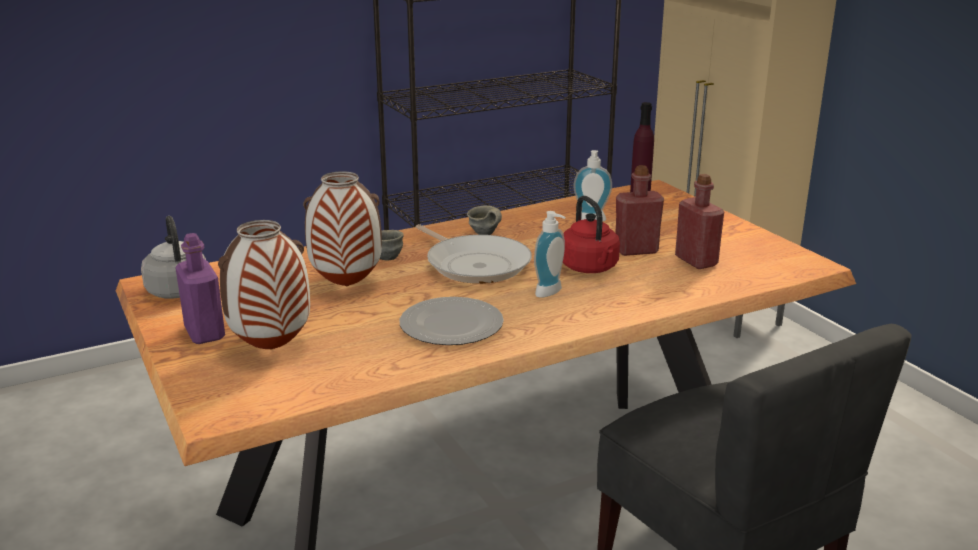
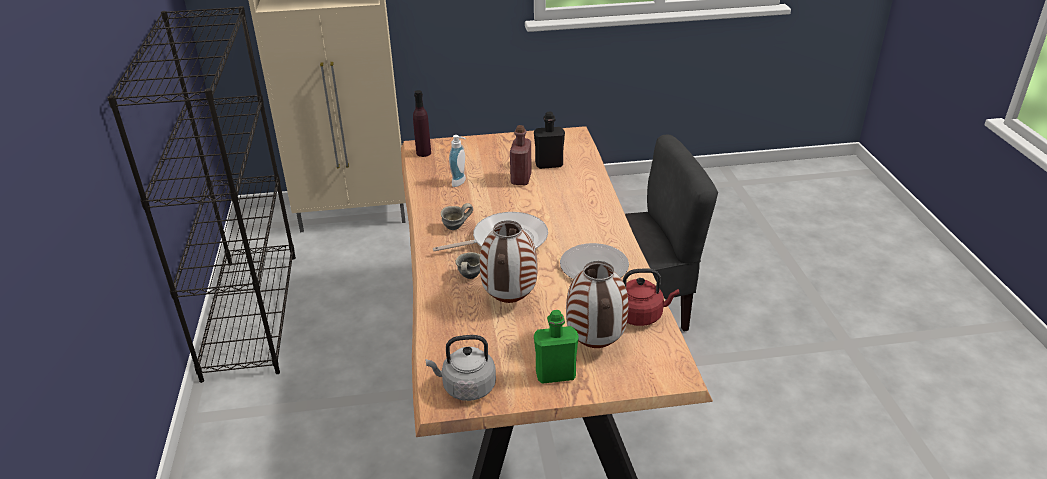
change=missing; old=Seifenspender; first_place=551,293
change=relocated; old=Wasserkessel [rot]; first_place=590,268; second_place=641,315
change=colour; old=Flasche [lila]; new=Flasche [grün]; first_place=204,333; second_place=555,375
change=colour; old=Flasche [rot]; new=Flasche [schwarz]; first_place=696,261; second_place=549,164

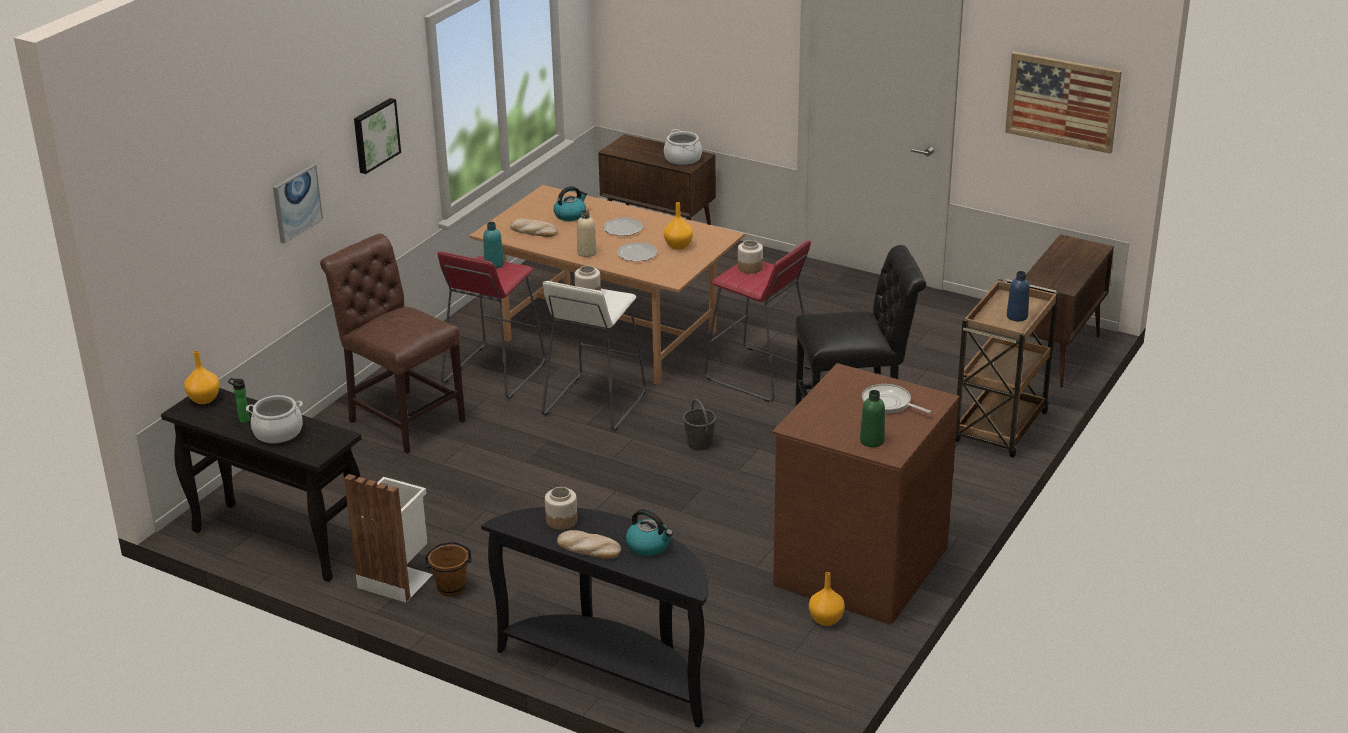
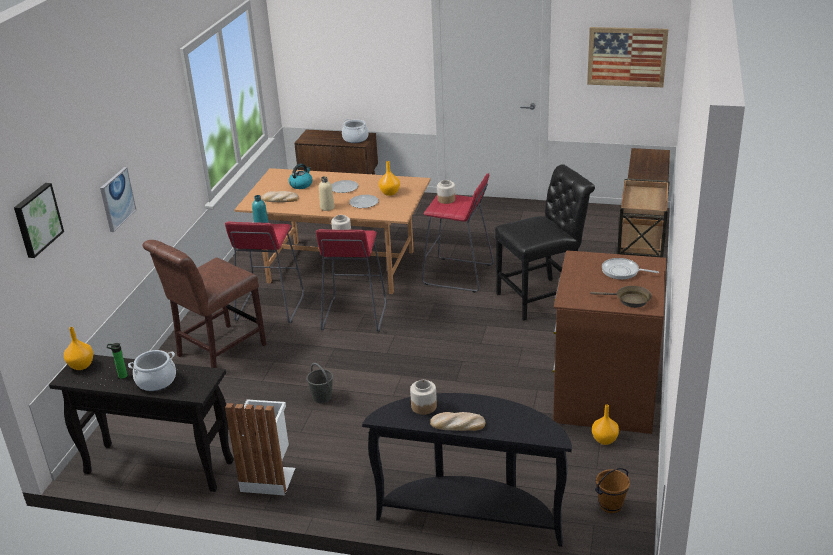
change=missing; old=Wasserkessel; first_place=649,546
change=missing; old=Flasche [blau]; first_place=1017,316
change=relocated; old=Bild; first_place=375,135; second_place=36,219
change=relocated; old=Eimer [braun]; first_place=451,588; second_place=611,506
change=relocated; old=Eimer [grau]; first_place=699,444; second_place=322,397
change=exchanged; old=Flasche [grün]; new=Pfanne [braun]; first_place=872,441; second_place=629,300
change=colour; old=Hocker [weiß]; new=Hocker [rot]; first_place=593,404; second_place=354,316
change=spun; old=Stuhl [braun]; first_place=402,418; second_place=217,352; degrees=-75

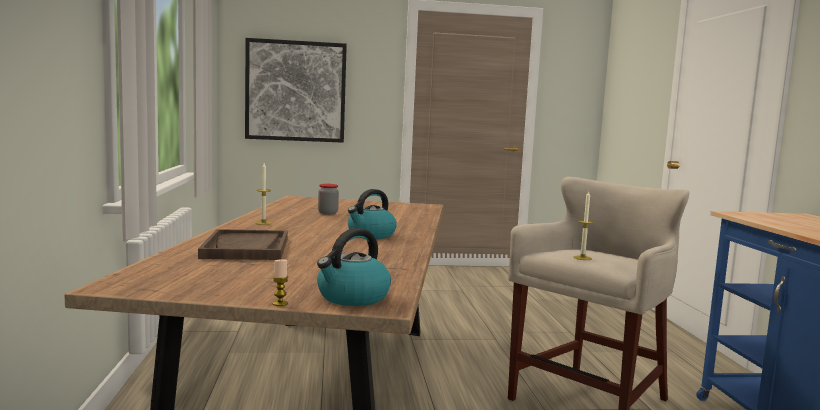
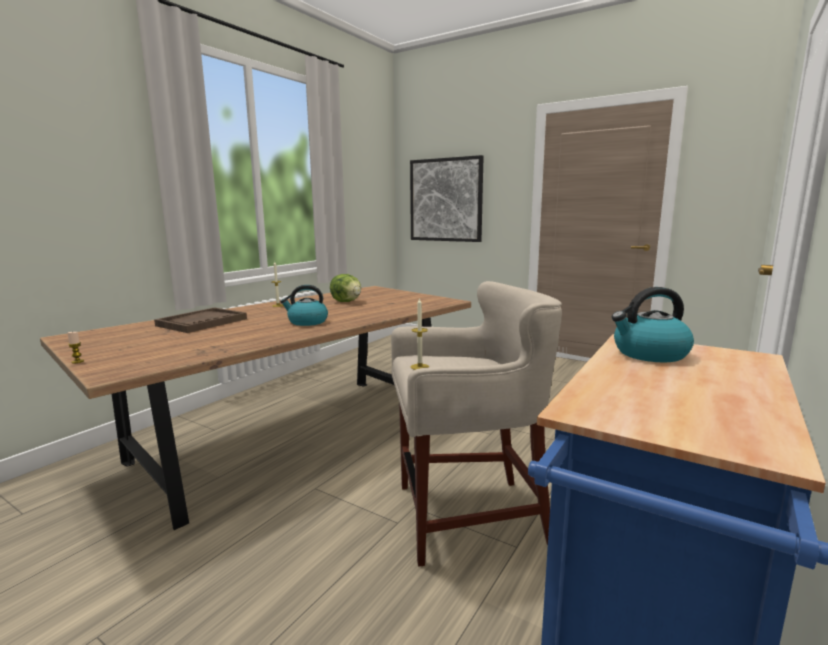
change=relocated; old=Wasserkessel; first_place=352,297; second_place=649,354
change=exchanged; old=Vorratsglas; new=Salatkopf; first_place=328,213; second_place=347,301

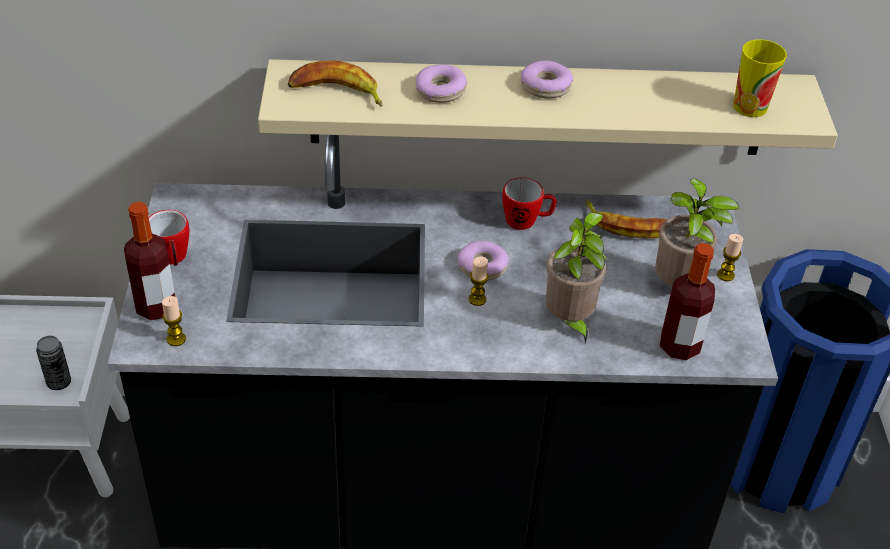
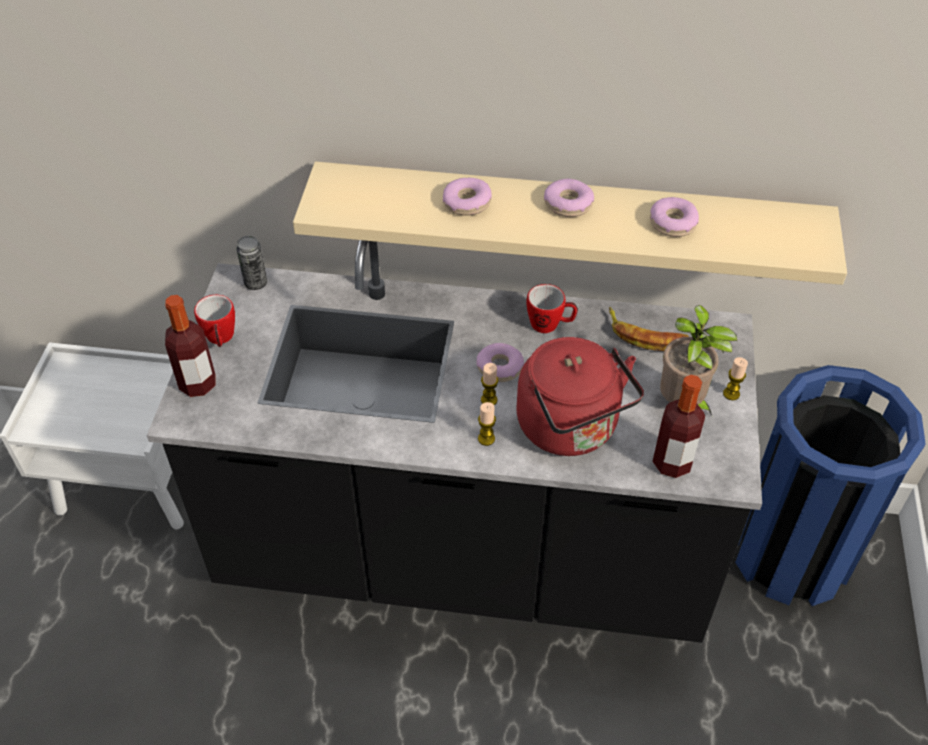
change=missing; old=Banane; first_place=336,93
change=missing; old=Tasse; first_place=750,107
change=appeared; new=Donut; second_place=672,223
change=relocated; old=Dose; first_place=59,382; second_place=255,283
change=relocated; old=Kerze; first_place=176,339; second_place=486,438
change=exchanged; old=Topfpflanze; new=Wasserkessel [rot]; first_place=569,321; second_place=571,429

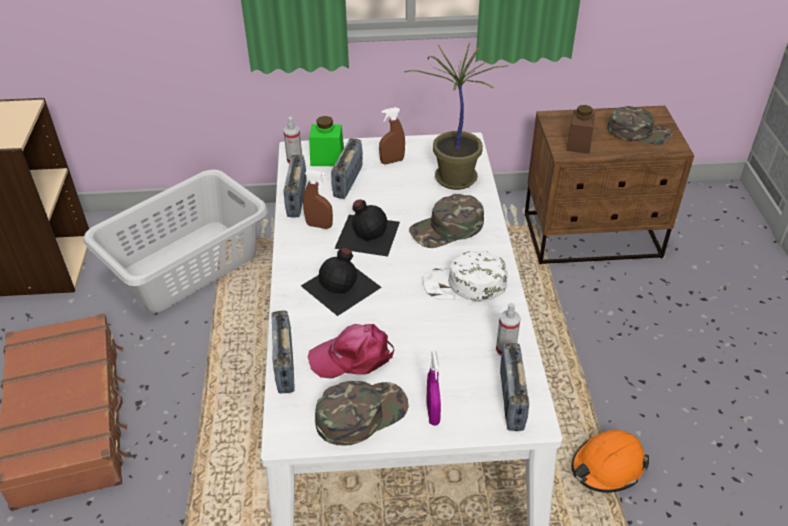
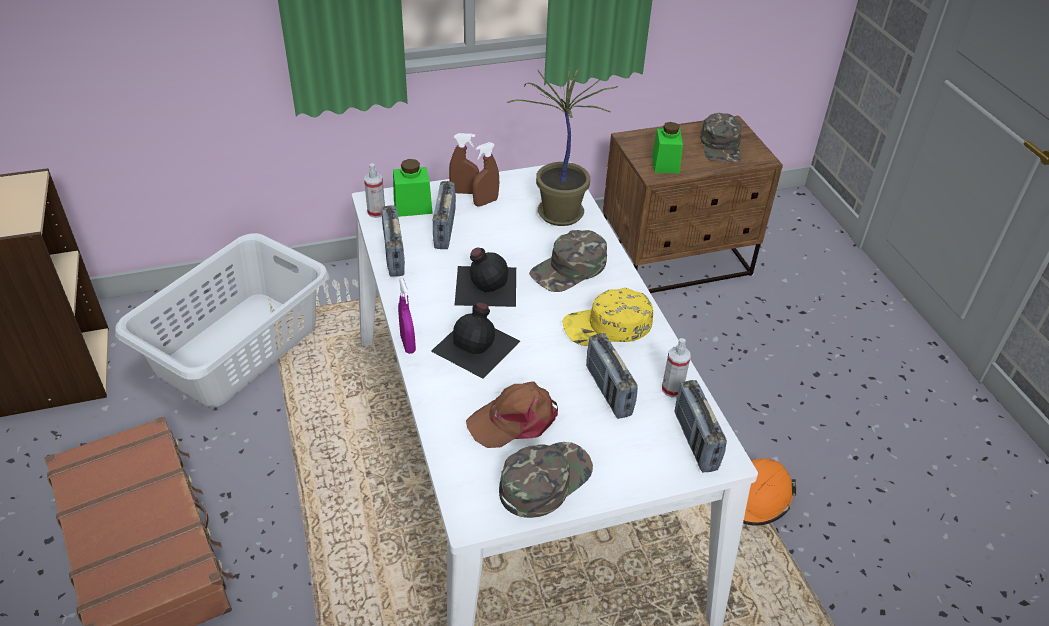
change=relocated; old=Radio; first_place=284,366; second_place=608,391
change=relocated; old=Sprühflasche [braun]; first_place=319,225; second_place=464,192
change=relocated; old=Sprühflasche [lila]; first_place=433,413; second_place=408,344
change=colour; old=Kappe [rosa]; new=Kappe [braun]; first_place=353,357; second_place=515,420
change=colour; old=Kappe [weiß]; new=Kappe [gelb]; first_place=464,284; second_place=607,326
change=colour; old=Vorratsglas [braun]; new=Vorratsglas [grün]; first_place=578,144; second_place=665,164
change=spun; old=Kappe [grün]; first_place=638,132; second_place=721,146; degrees=90

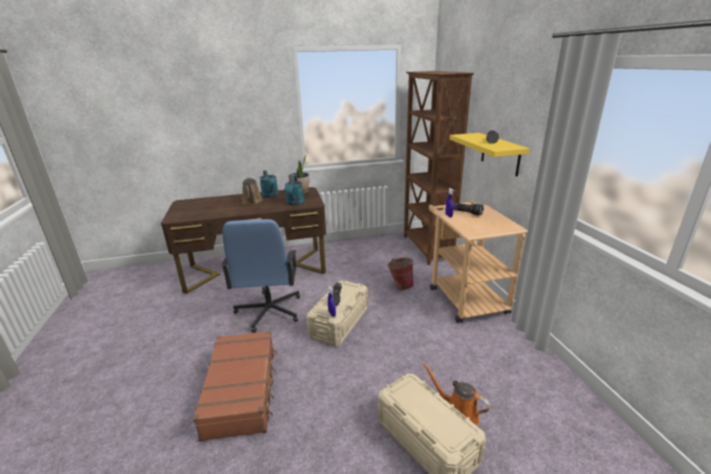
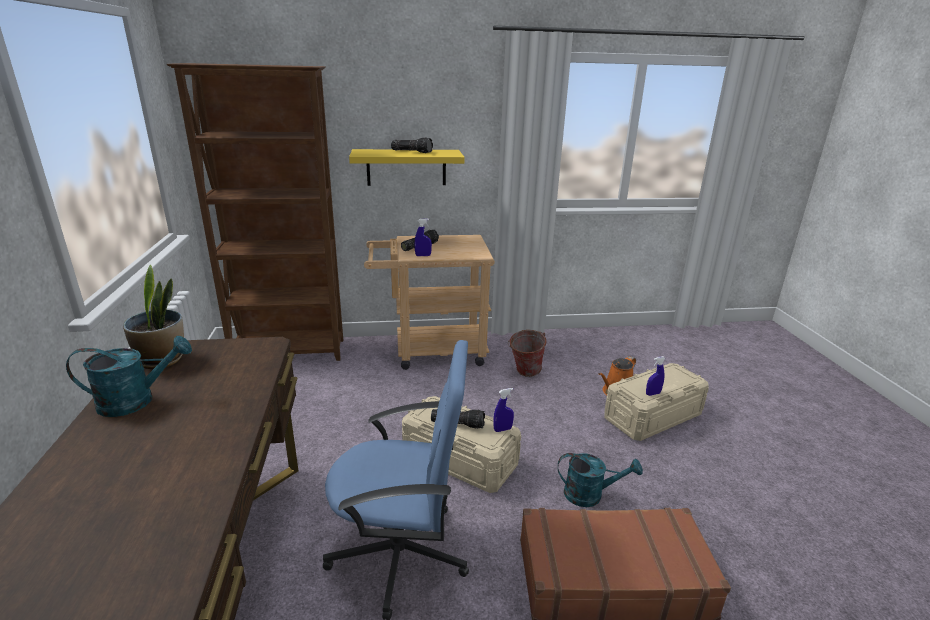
change=missing; old=Gießkanne [braun]; first_place=252,202
change=appeared; new=Sprühflasche [blau]; second_place=653,394
change=relocated; old=Gießkanne [türkis]; first_place=295,203; second_place=590,495
change=relocated; old=Eimer; first_place=400,285; second_place=524,373

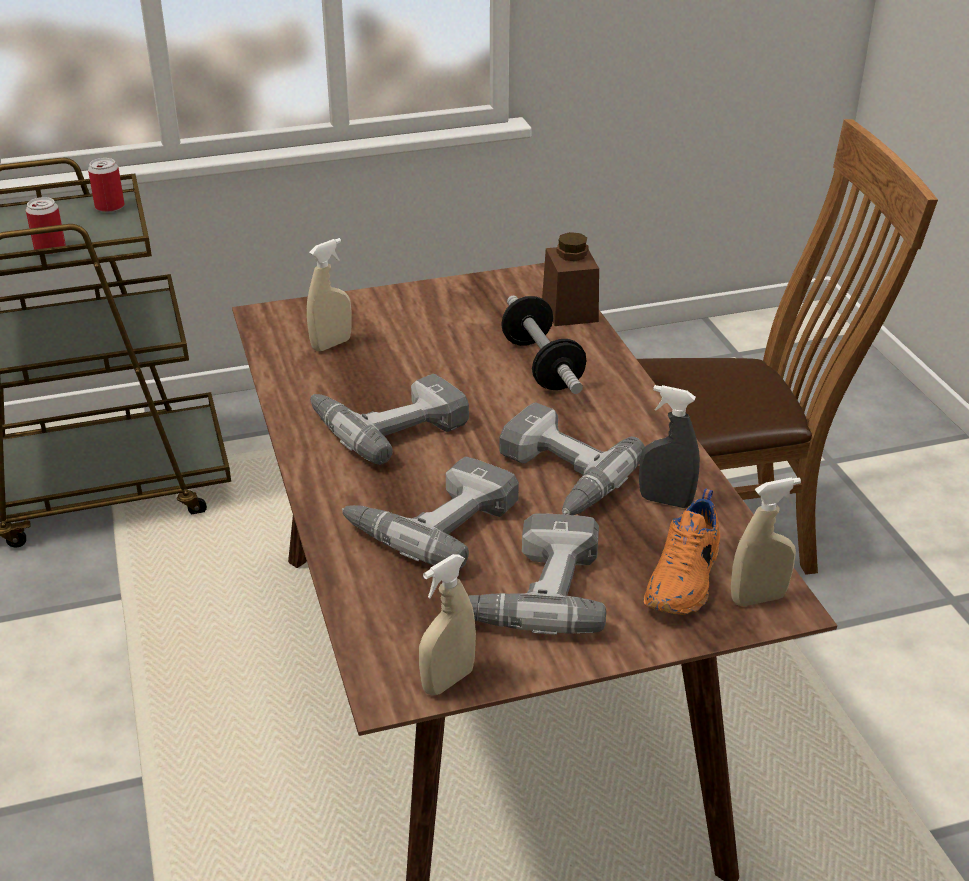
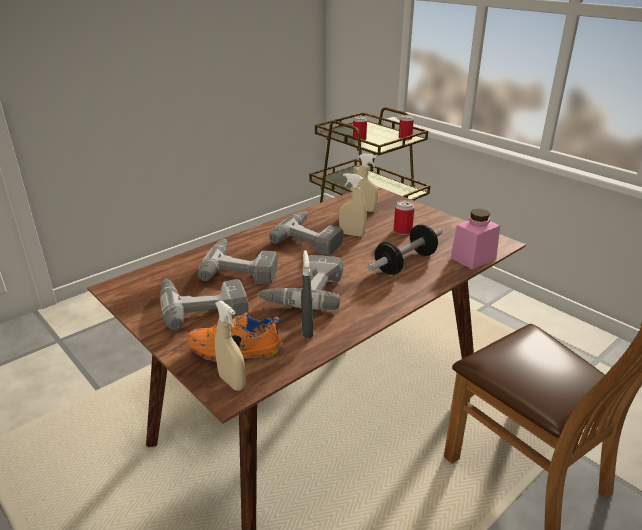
change=appeared; new=Dose; second_place=402,231
change=relocated; old=Sprühflasche [beige]; first_place=448,681; second_place=352,234
change=colour; old=Vorratsglas [braun]; new=Vorratsglas [rosa]; first_place=569,310; second_place=473,258

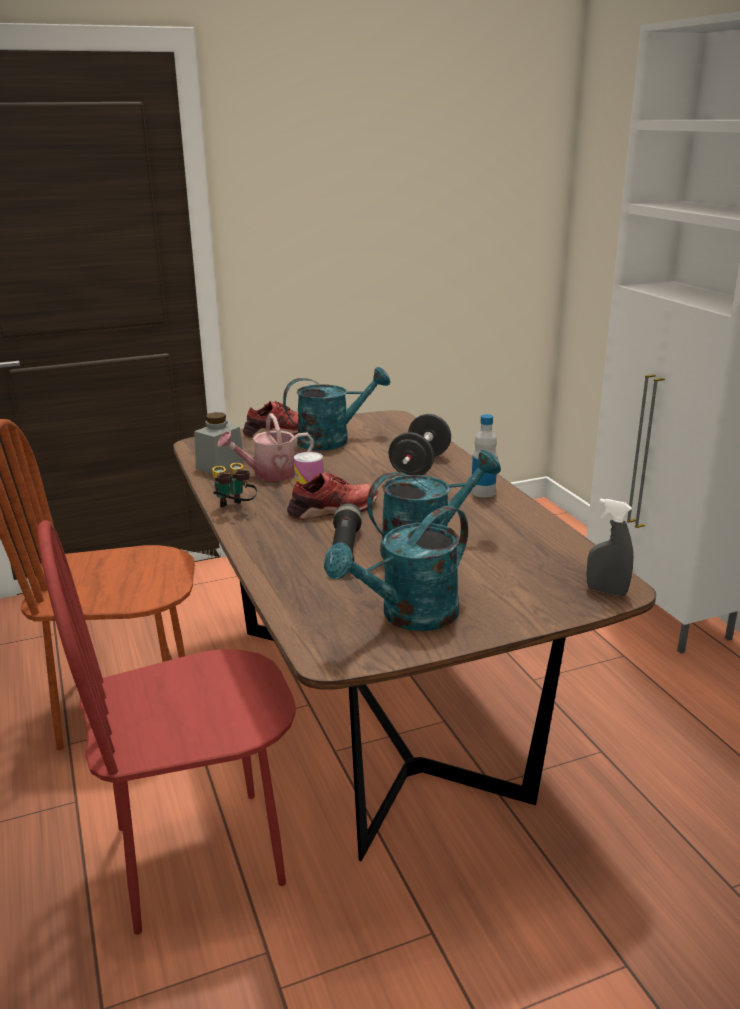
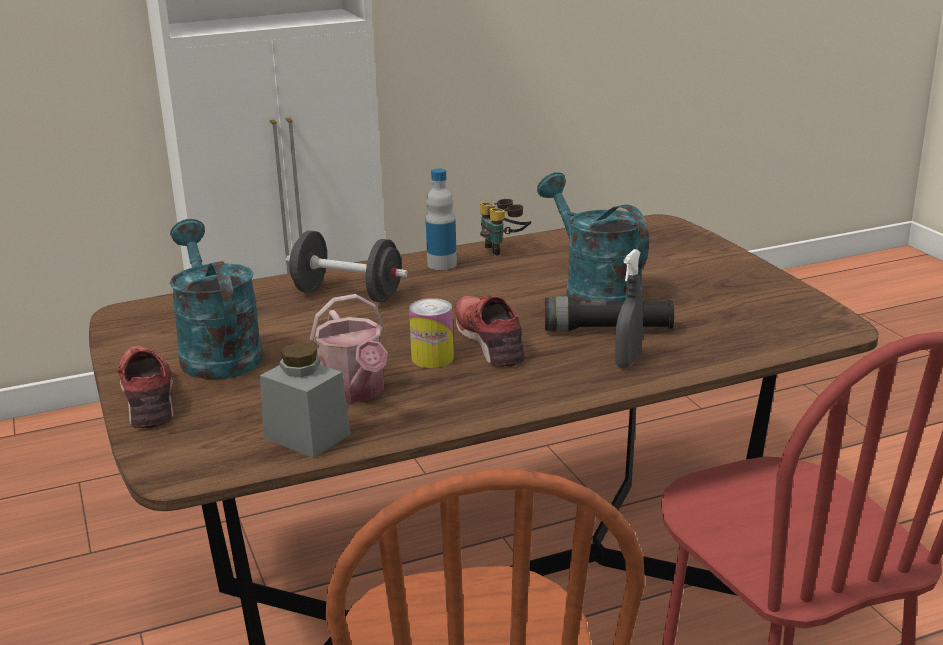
change=missing; old=Gießkanne [türkis]; first_place=408,616
change=relocated; old=Fernglas; first_place=234,509; second_place=504,249
change=relocated; old=Sprühflasche [grau]; first_place=606,591; second_place=628,360

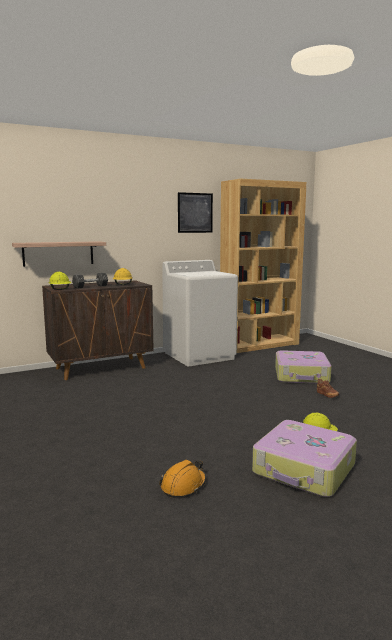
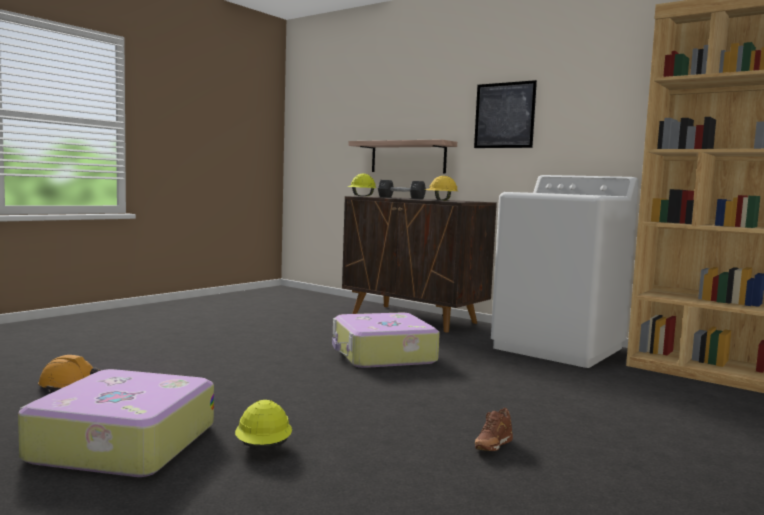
change=relocated; old=Bild; first_place=195,213; second_place=504,115
change=relocated; old=Koffer; first_place=302,376; second_place=382,355

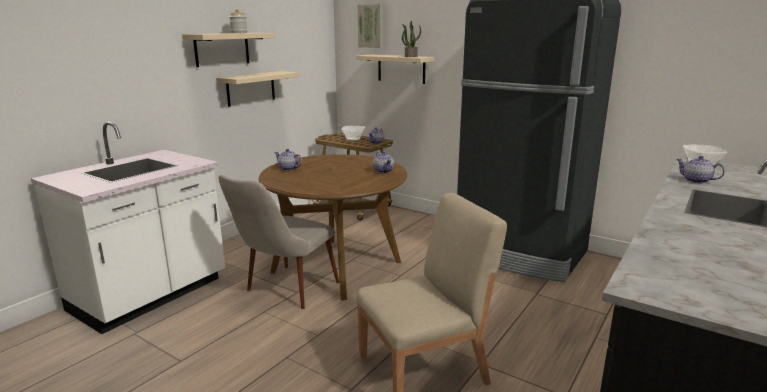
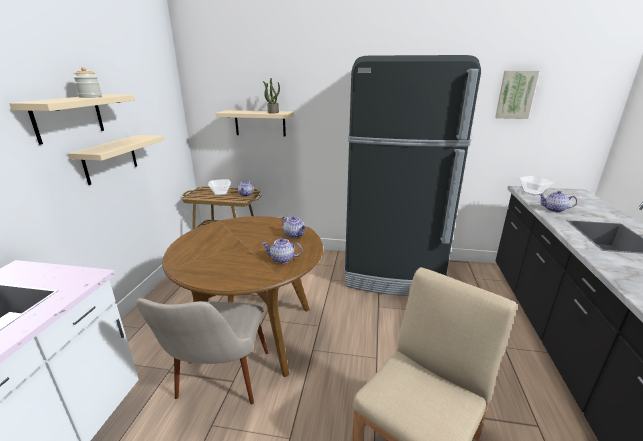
change=relocated; old=Teekanne; first_place=288,169; second_place=282,259
change=relocated; old=Bild; first_place=371,26; second_place=515,95

